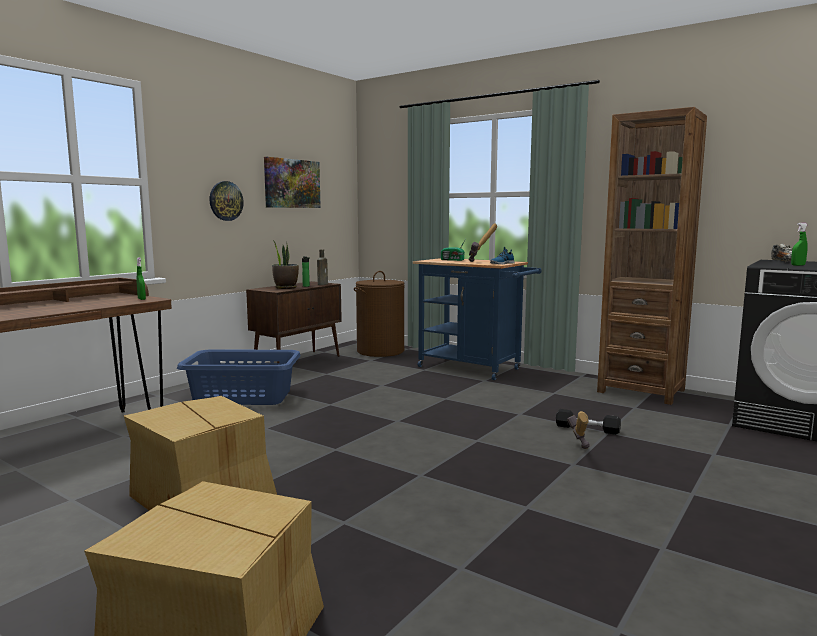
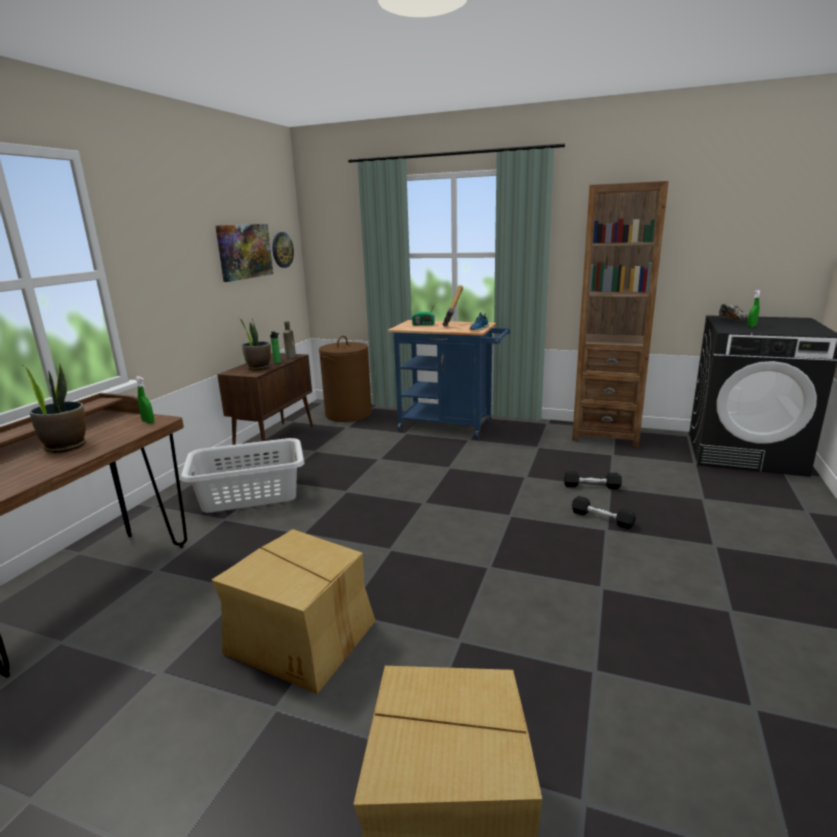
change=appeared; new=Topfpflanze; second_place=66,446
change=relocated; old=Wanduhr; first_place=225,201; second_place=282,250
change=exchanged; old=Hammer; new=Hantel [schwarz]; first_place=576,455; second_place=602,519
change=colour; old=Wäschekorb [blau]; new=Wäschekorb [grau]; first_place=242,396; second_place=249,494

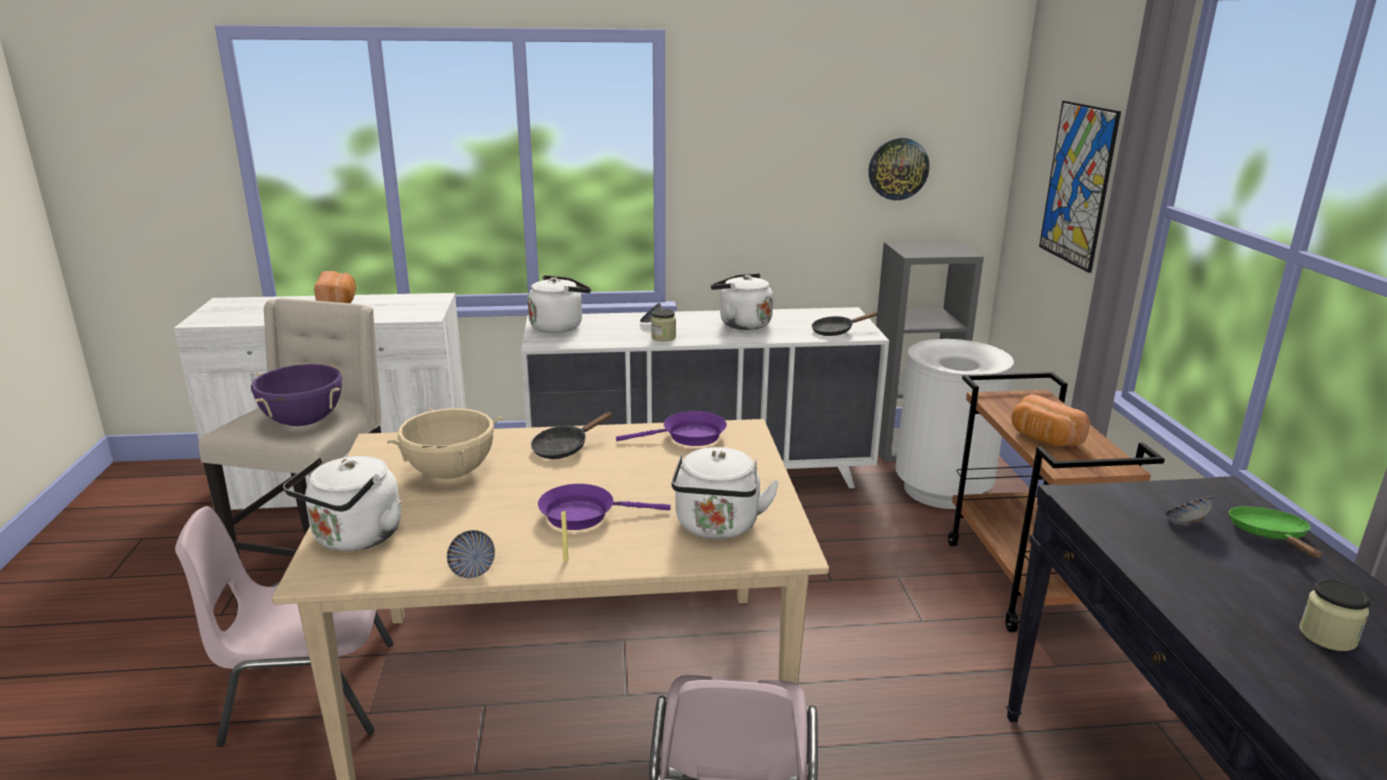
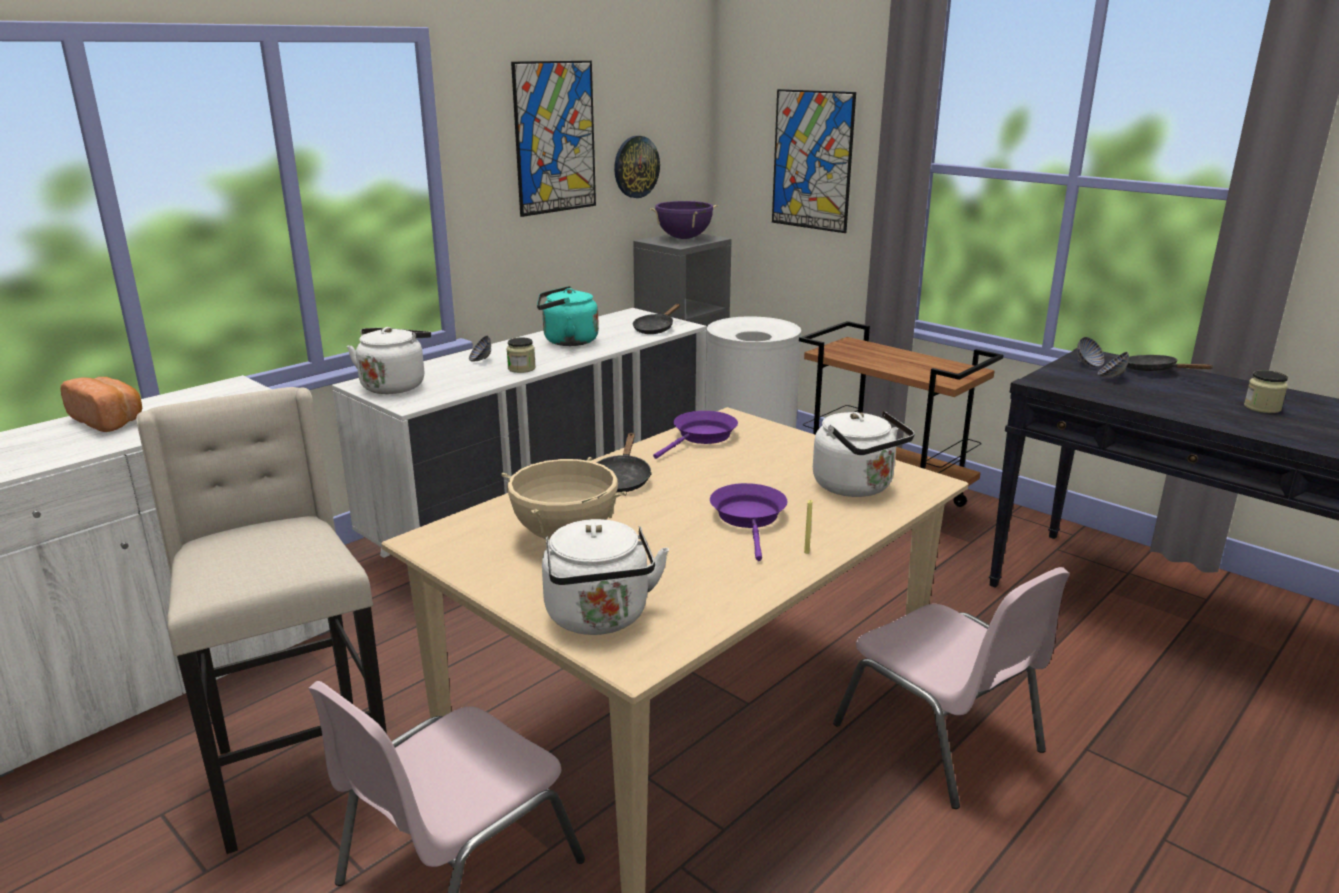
change=missing; old=Brot; first_place=1043,438
change=appeared; new=Bild; second_place=555,138
change=relocated; old=Kochtopf [lila]; first_place=304,422; second_place=683,238
change=relocated; old=Schüssel; first_place=472,569; second_place=1088,364
change=colour; old=Wasserkessel [weiß]; new=Wasserkessel [türkis]; first_place=741,324; second_place=567,341
change=colour; old=Pfanne [grün]; new=Pfanne [schwarz]; first_place=1270,536; second_place=1153,371
change=spun; old=Pfanne [lila]; first_place=584,515; second_place=749,518; degrees=135

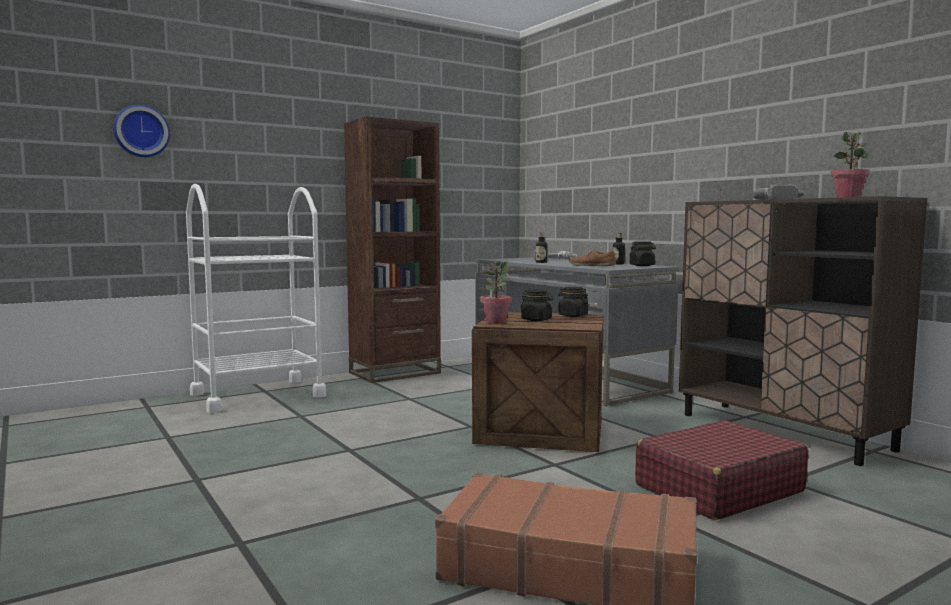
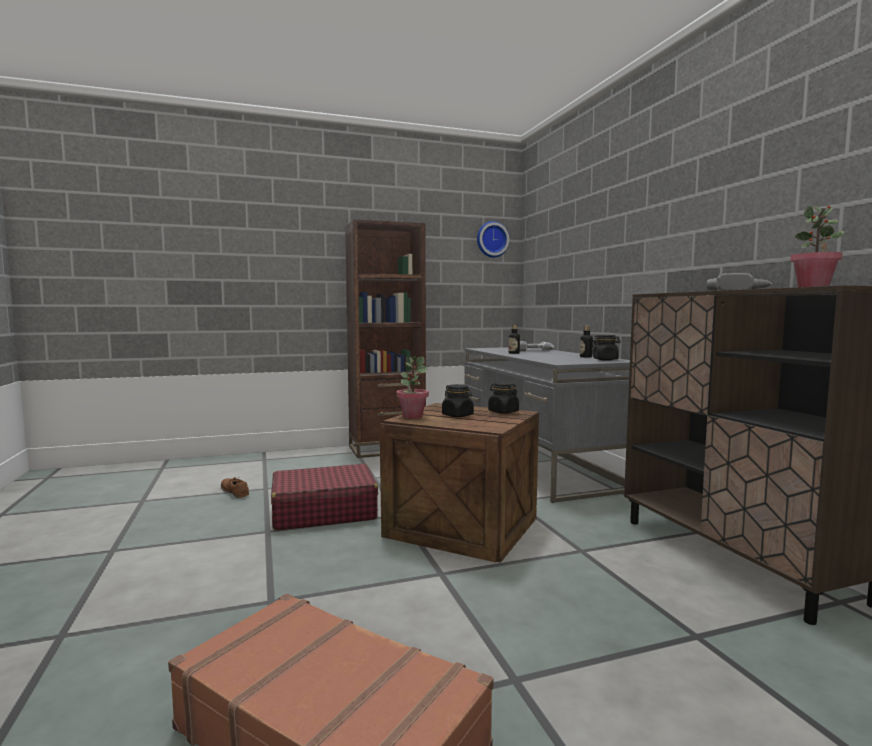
change=missing; old=Rollwagen [weiß]; first_place=258,395
change=relocated; old=Wanduhr; first_place=141,131; second_place=491,239
change=relocated; old=Schuh [braun]; first_place=592,265; second_place=235,492
change=relocated; old=Koffer [rot]; first_place=718,489; second_place=323,511

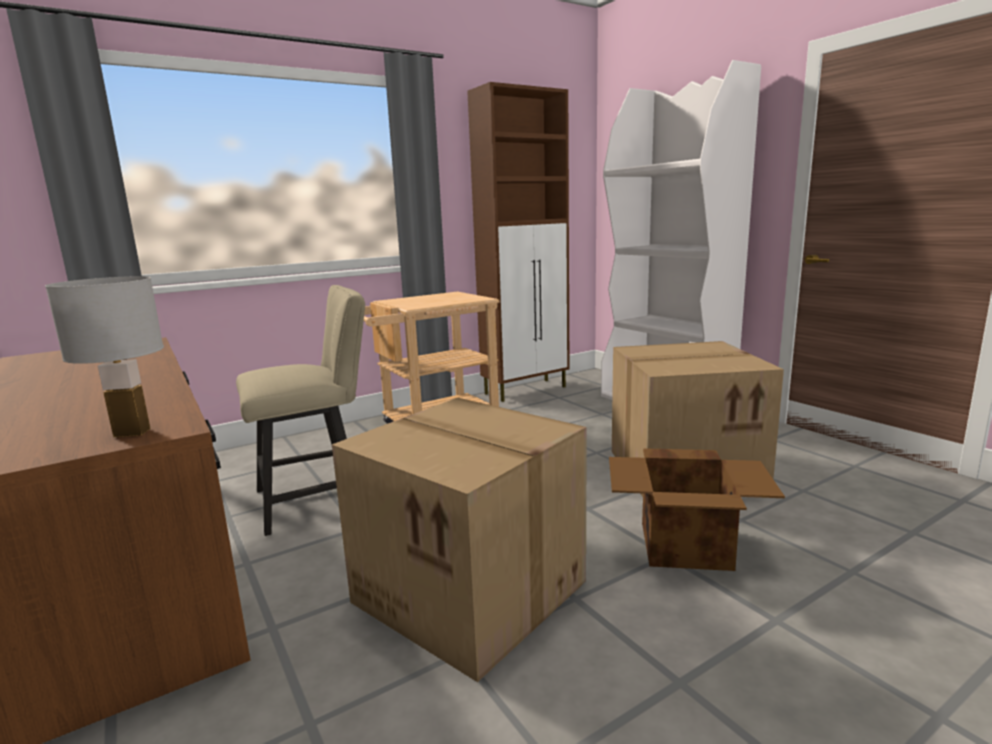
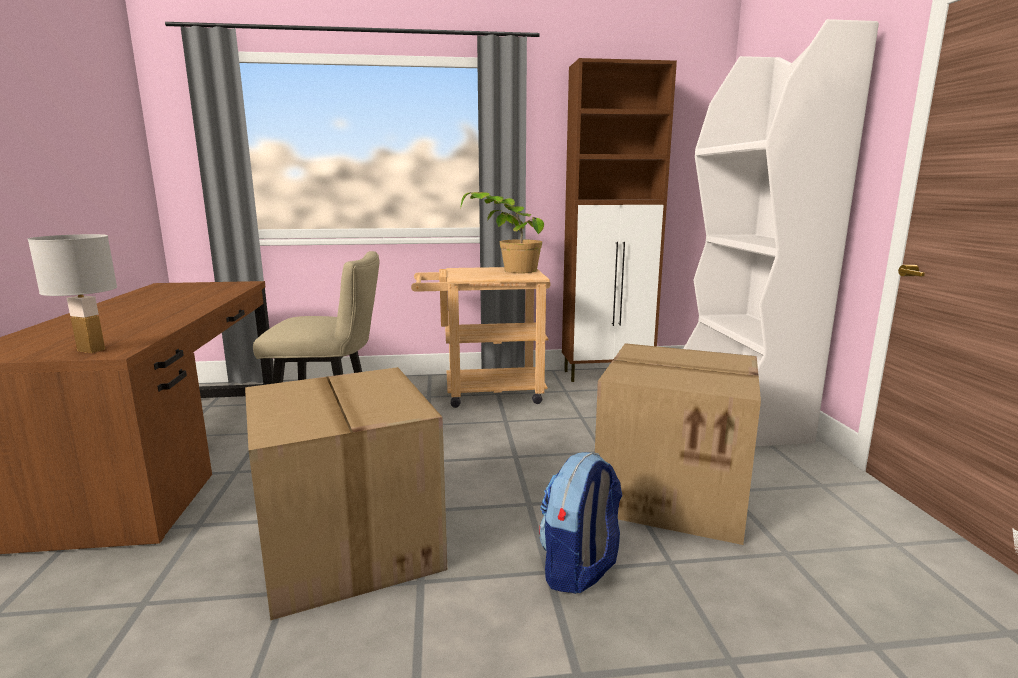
change=appeared; new=Topfpflanze; second_place=505,272
change=exchanged; old=Karton; new=Rucksack; first_place=687,545; second_place=579,569

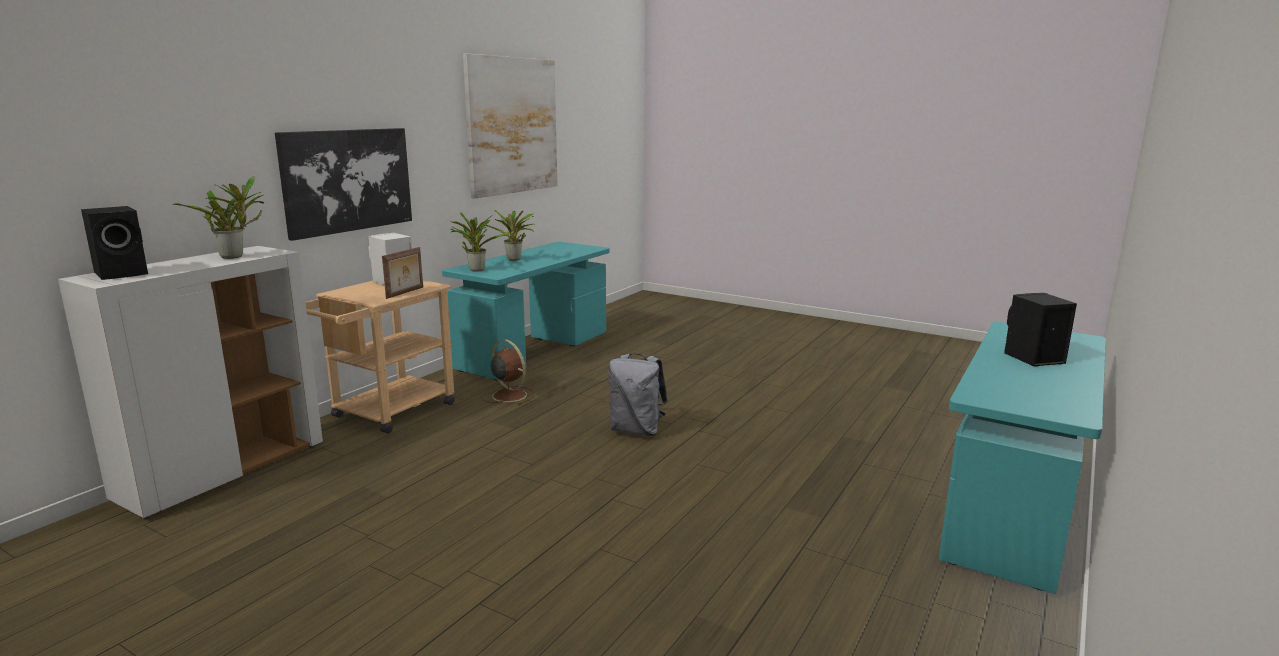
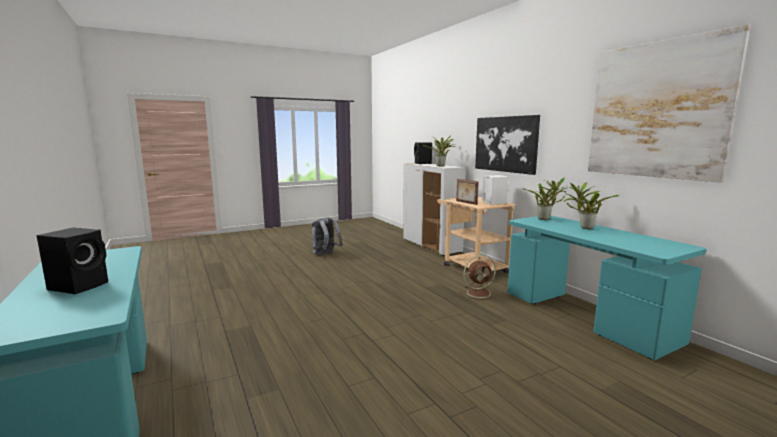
change=relocated; old=Rucksack [grau]; first_place=636,430; second_place=325,254

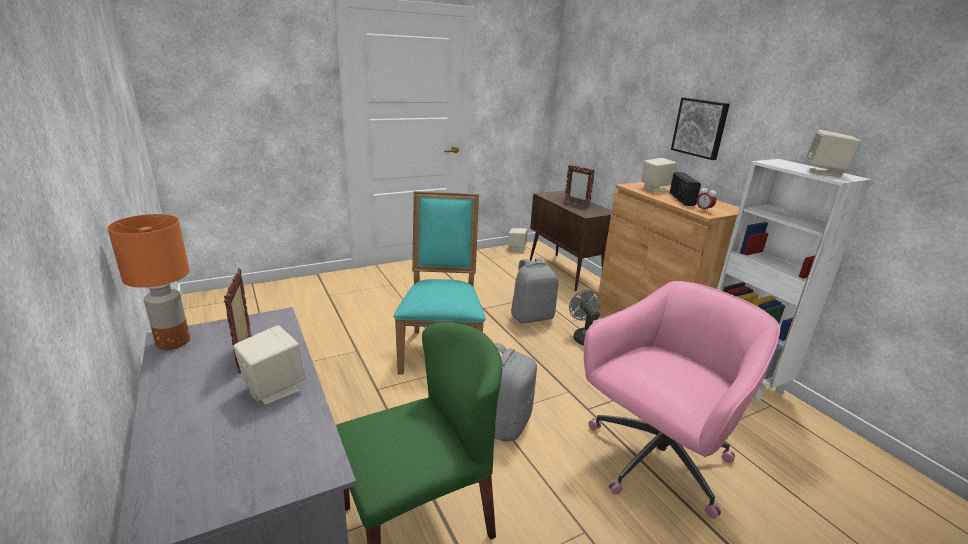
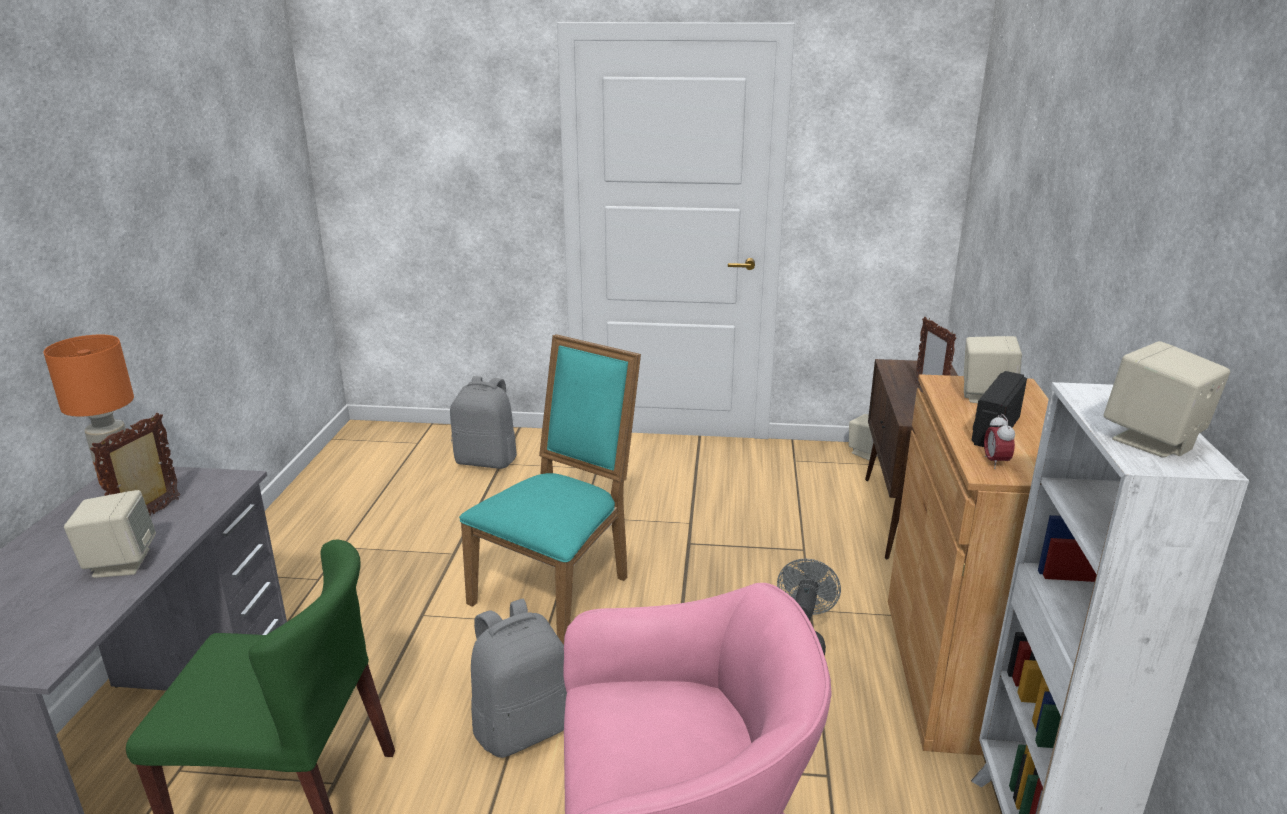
change=missing; old=Bild; first_place=700,128
change=relocated; old=Rucksack [grau]; first_place=532,316; second_place=487,461

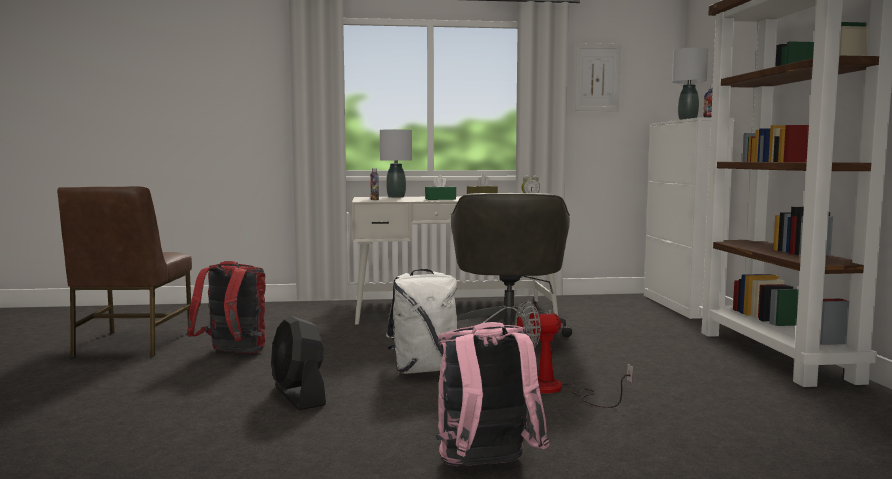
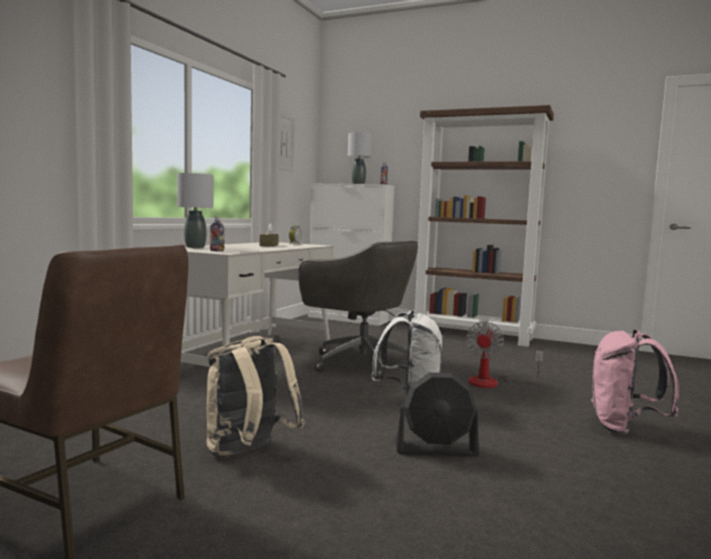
change=missing; old=Taschentuchbox [grün]; first_place=440,199
change=colour; old=Rucksack [rot]; new=Rucksack [beige]; first_place=233,354; second_place=248,453

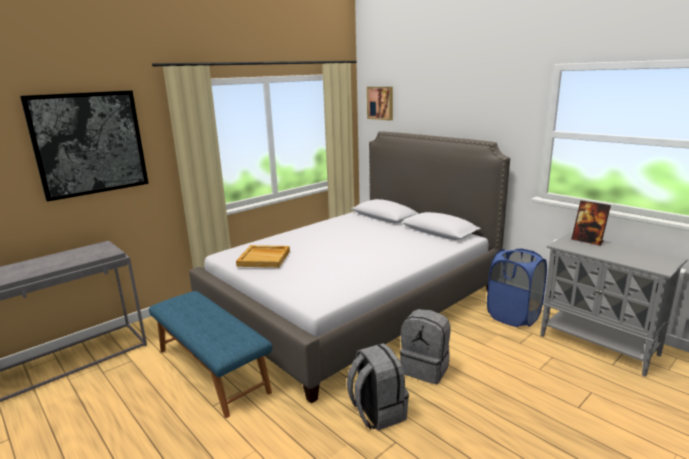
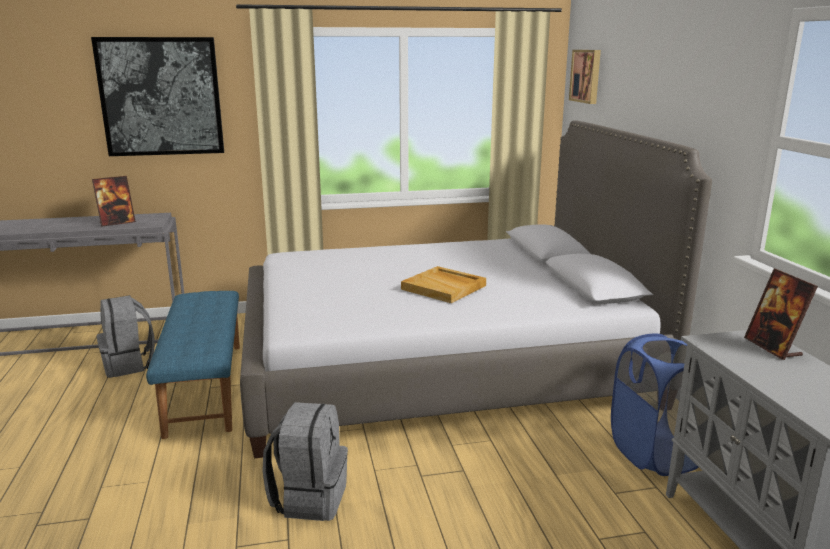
change=appeared; new=Bilderrahmen; second_place=117,223
change=relocated; old=Tablett [beige]; first_place=264,258; second_place=444,287
change=relocated; old=Rucksack [grau]; first_place=425,368; second_place=129,365

